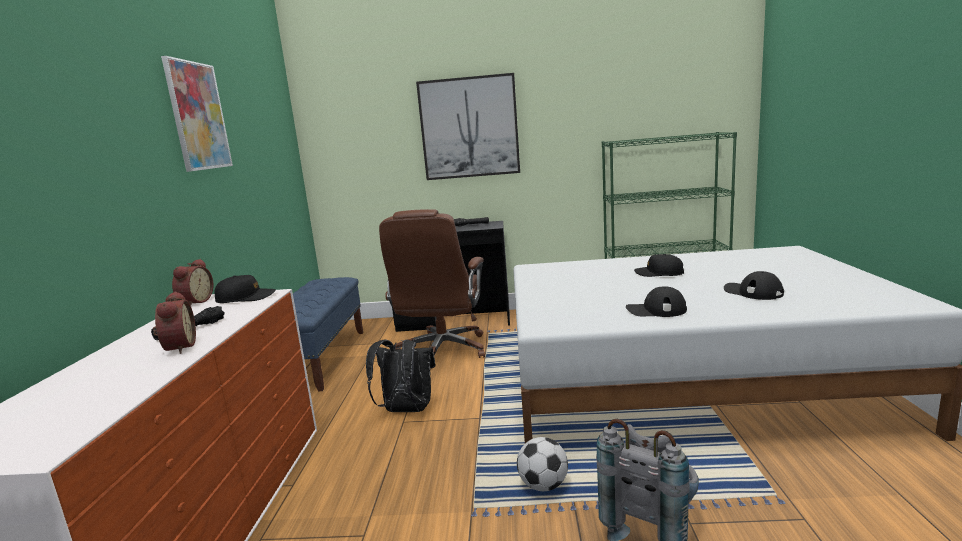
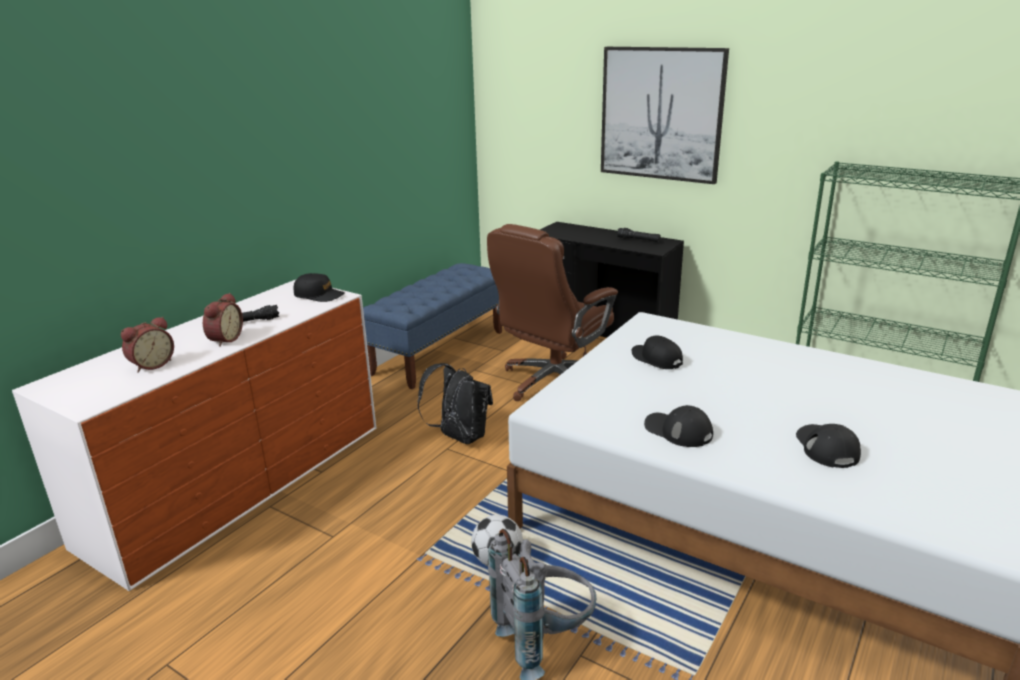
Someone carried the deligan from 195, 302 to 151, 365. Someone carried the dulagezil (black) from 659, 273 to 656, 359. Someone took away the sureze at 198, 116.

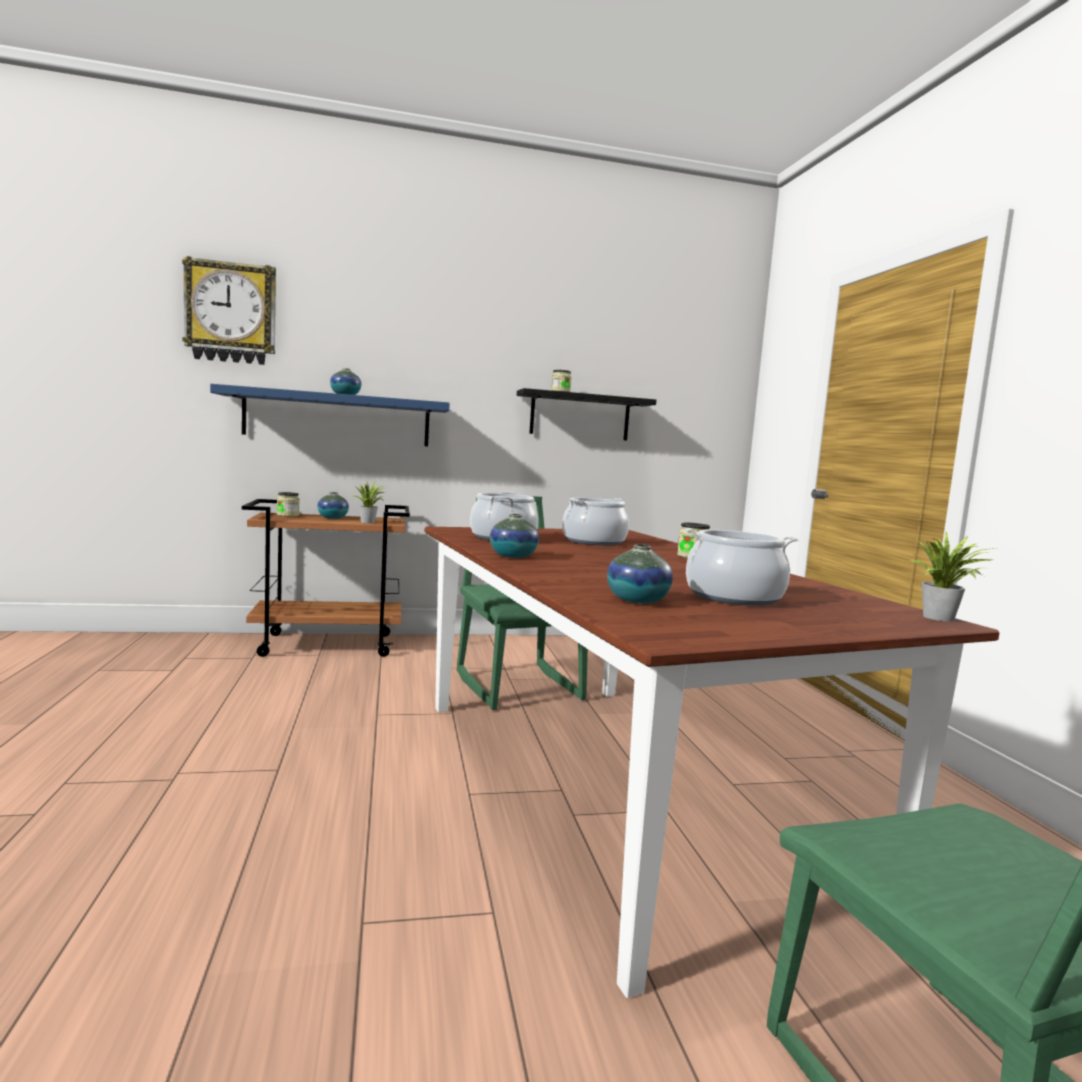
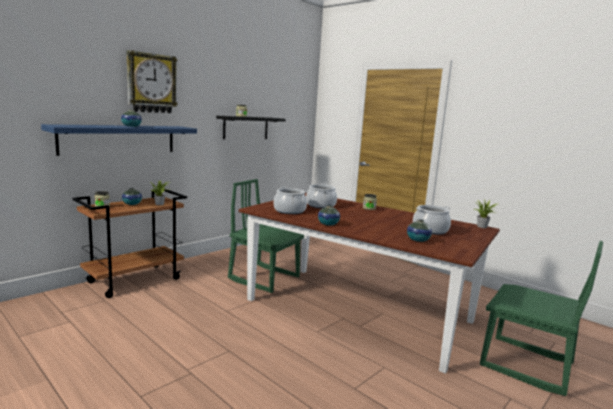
Someone carried the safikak from 231, 313 to 151, 83.

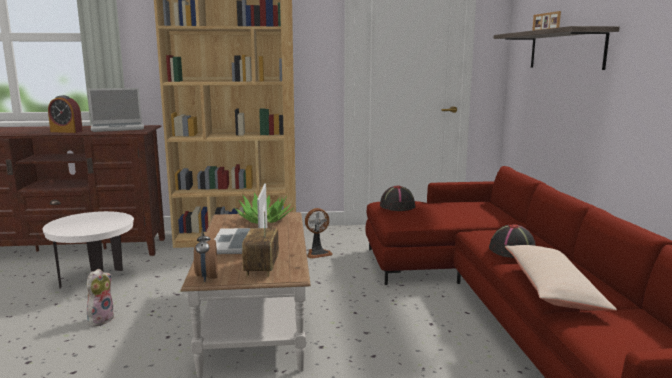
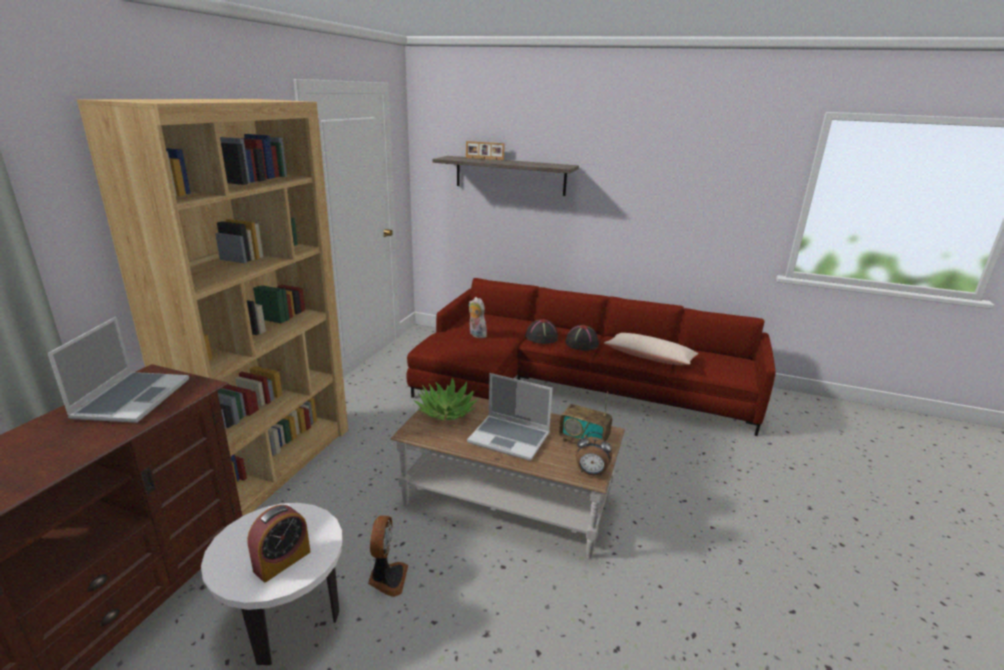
Someone carried the deligan from 66, 131 to 282, 561. Someone carried the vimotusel from 317, 253 to 387, 578. Someone carried the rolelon from 101, 319 to 476, 335. Someone carried the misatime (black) from 397, 206 to 541, 337.

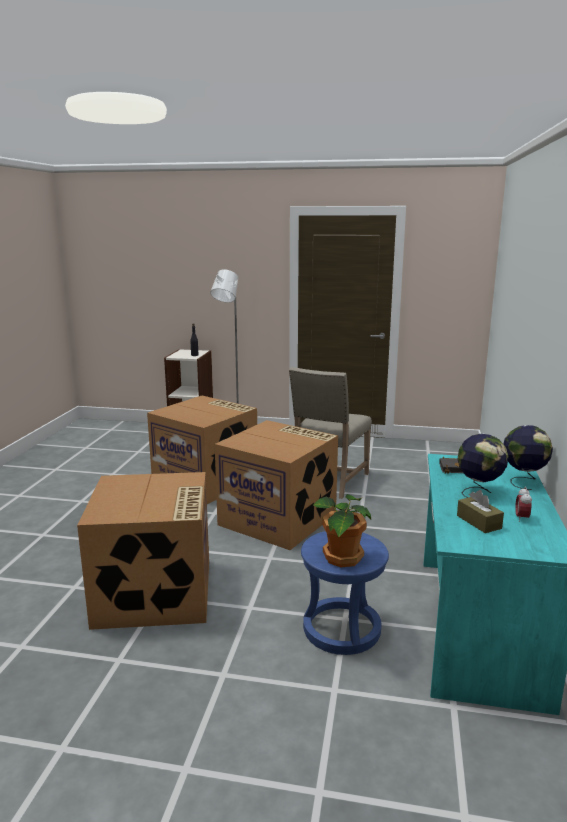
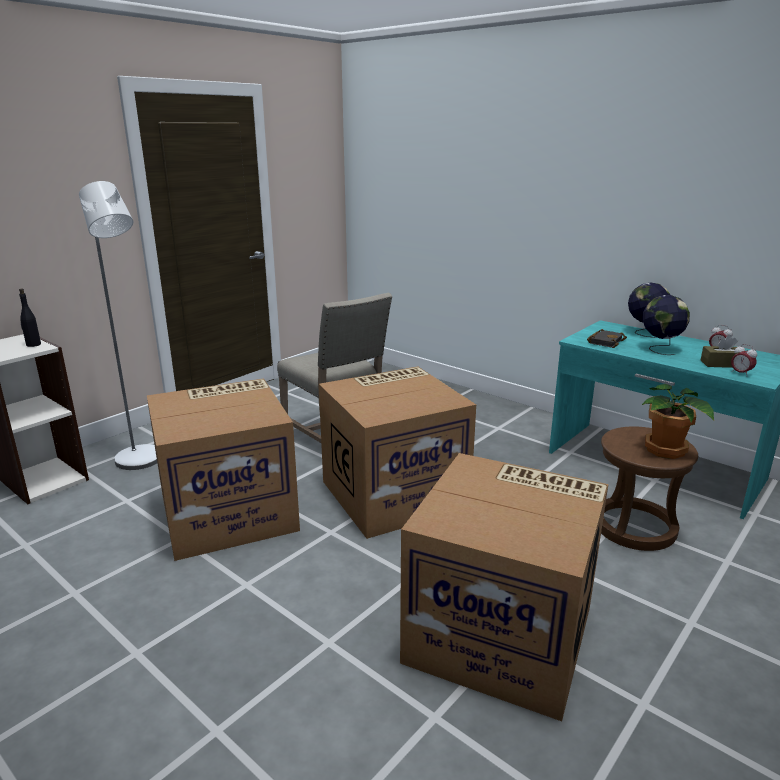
Someone repainted the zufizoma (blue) at 341, 629, which became the zufizoma (brown) at 634, 527. Someone put down the deligan at 740, 373.

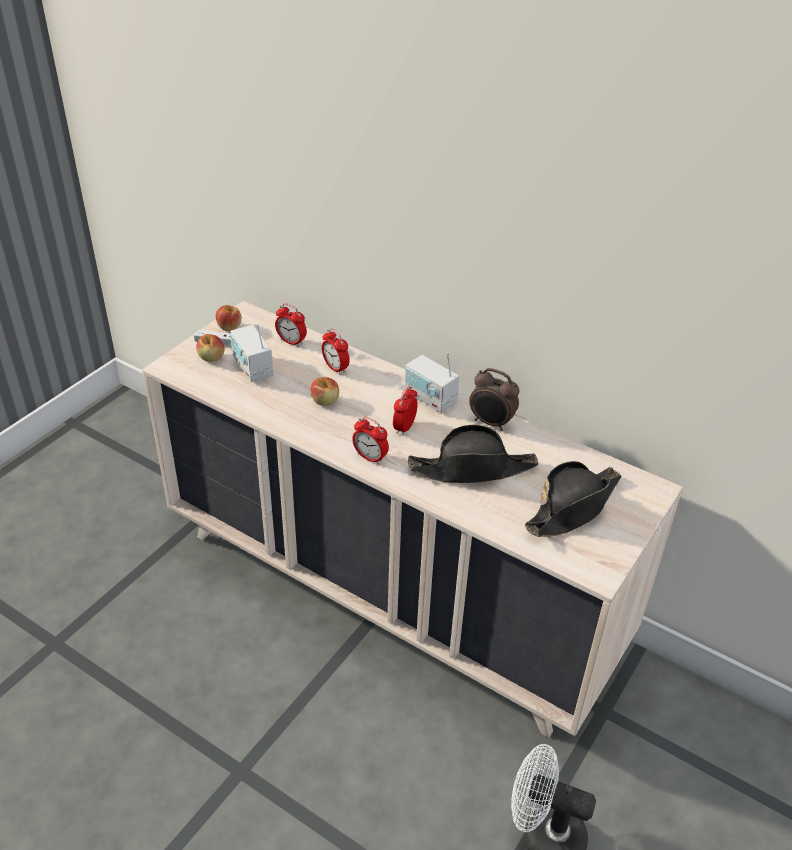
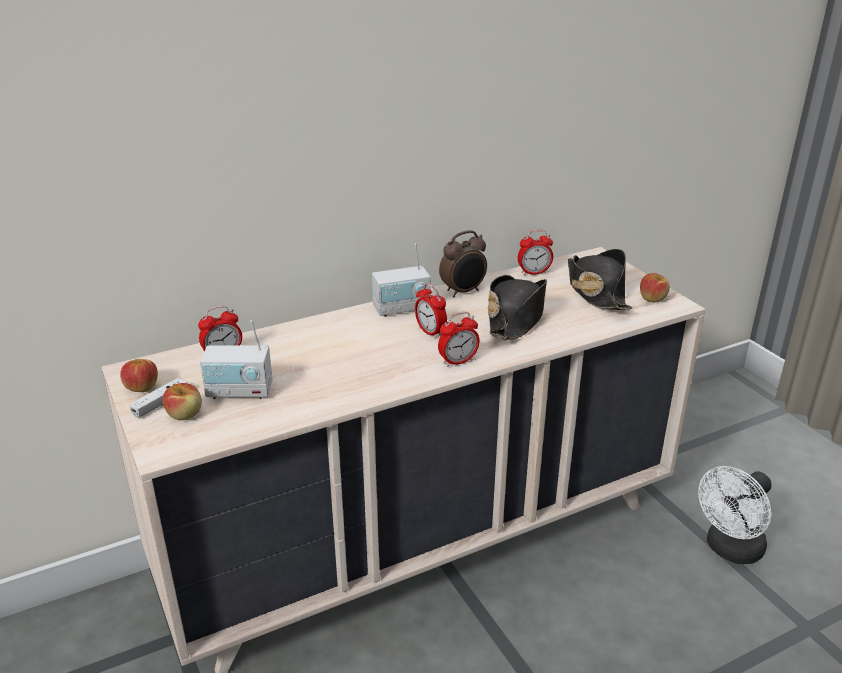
Someone carried the deligan from 335, 368 to 534, 273. Someone carried the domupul from 325, 401 to 652, 298.

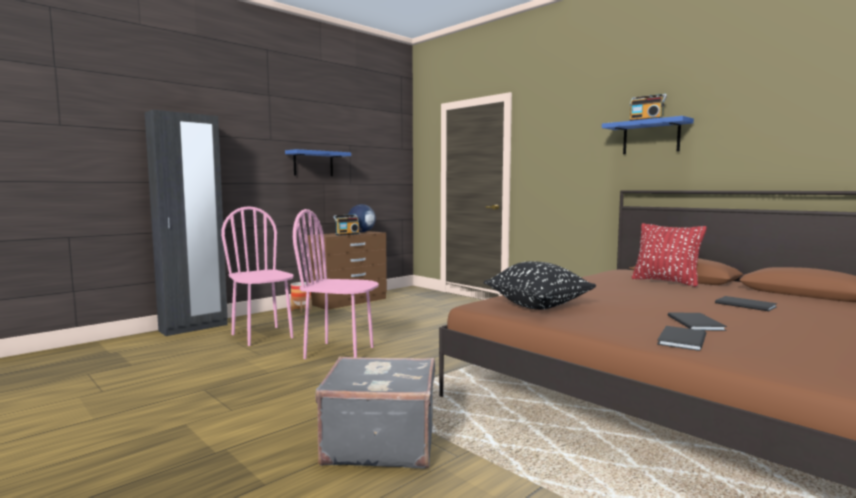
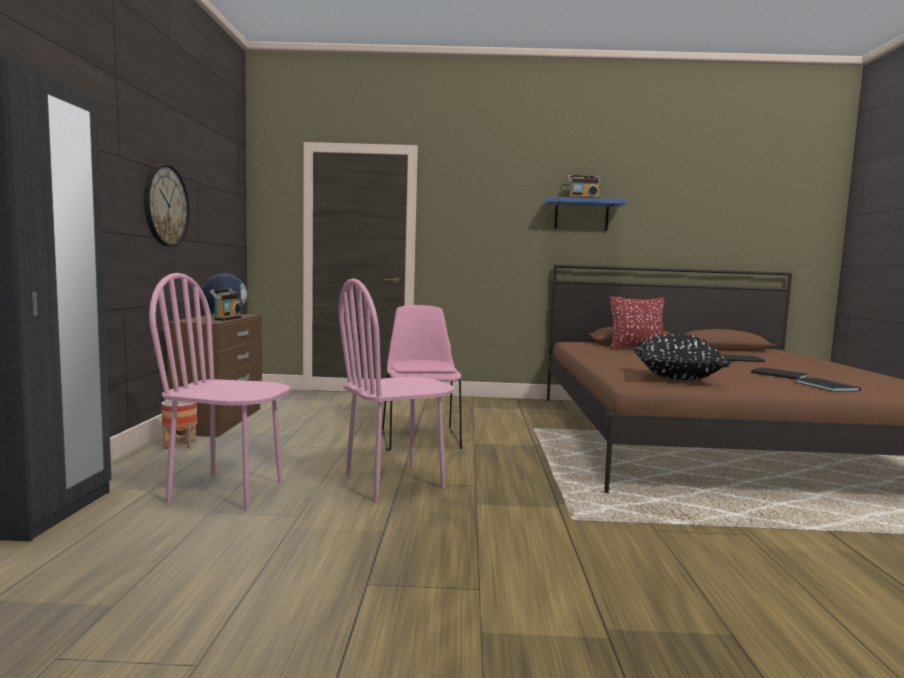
Someone swapped the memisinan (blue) at 313, 163 for the safikak at 165, 206. Someone put down the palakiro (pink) at 420, 439. Someone took away the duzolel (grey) at 380, 443.

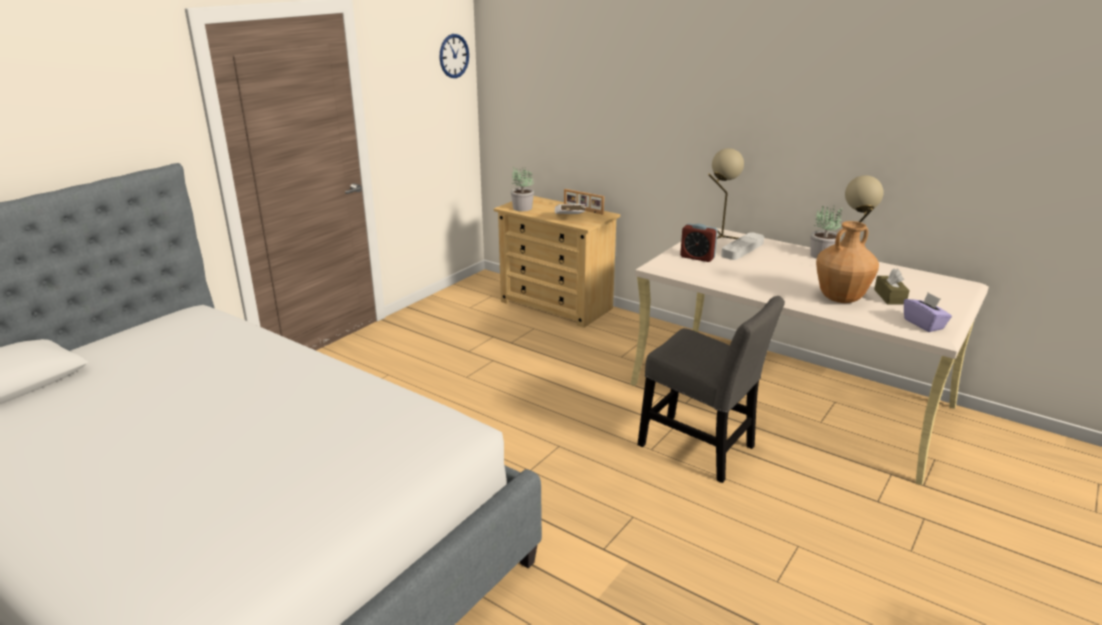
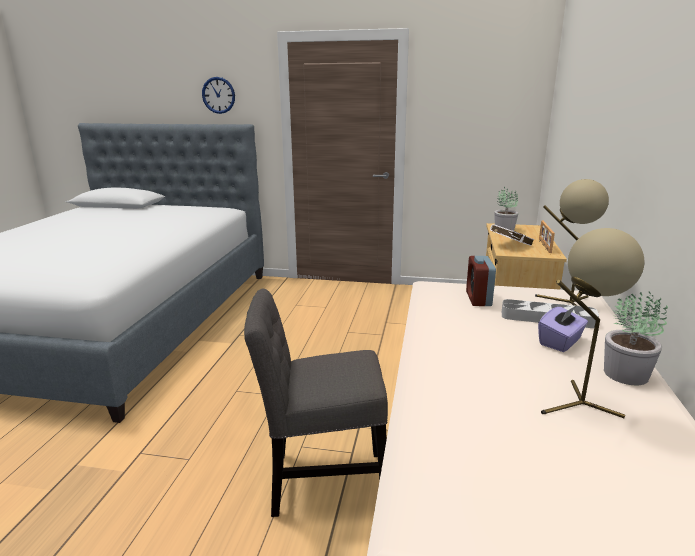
Someone carried the safikak from 454, 56 to 218, 95. Someone rotated the palakiro (grey) at 701, 449 by 75 degrees clockwise. Someone carried the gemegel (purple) from 924, 324 to 560, 342. Someone took away the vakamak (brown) at 841, 299. Someone took away the gemegel (brown) at 889, 297.

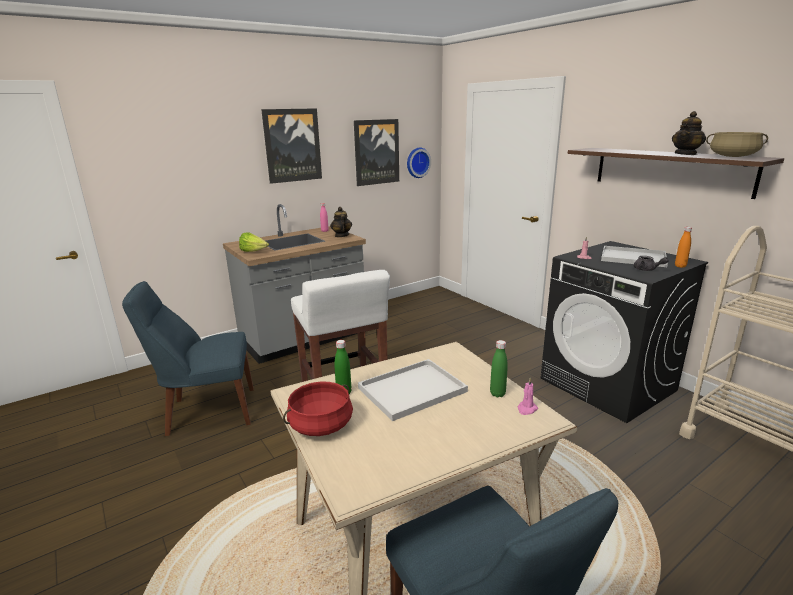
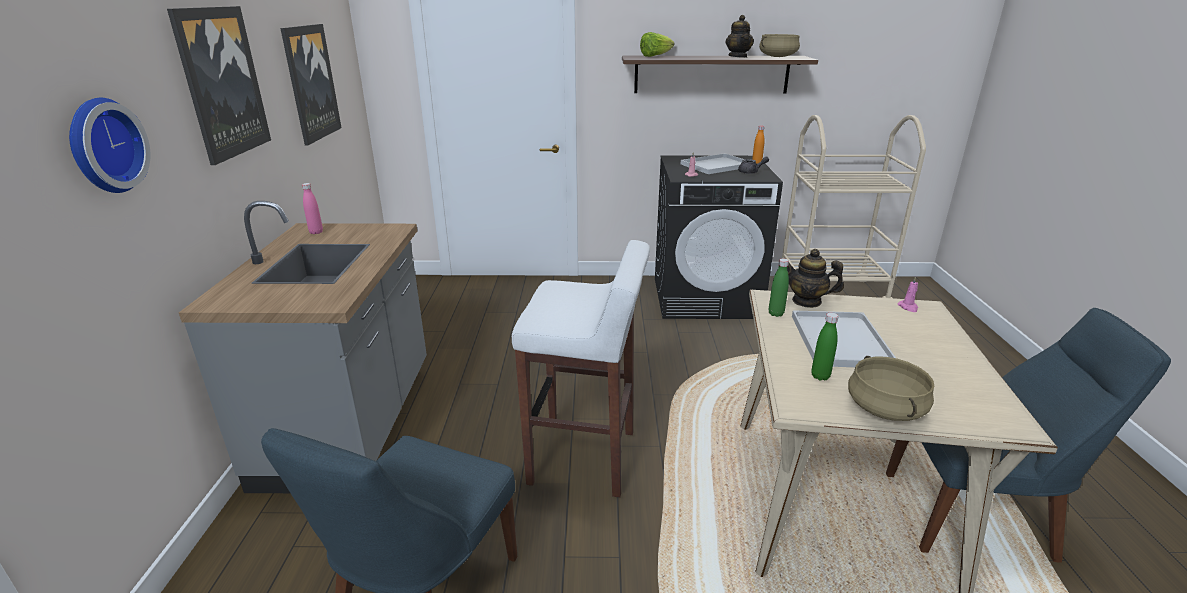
Someone carried the safikak from 417, 162 to 102, 146. Someone carried the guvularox from 253, 252 to 655, 56. Someone carried the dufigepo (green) from 497, 394 to 776, 313. Someone carried the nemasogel from 341, 235 to 807, 301. Someone repainted the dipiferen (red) at 321, 425, which became the dipiferen (beige) at 884, 408.

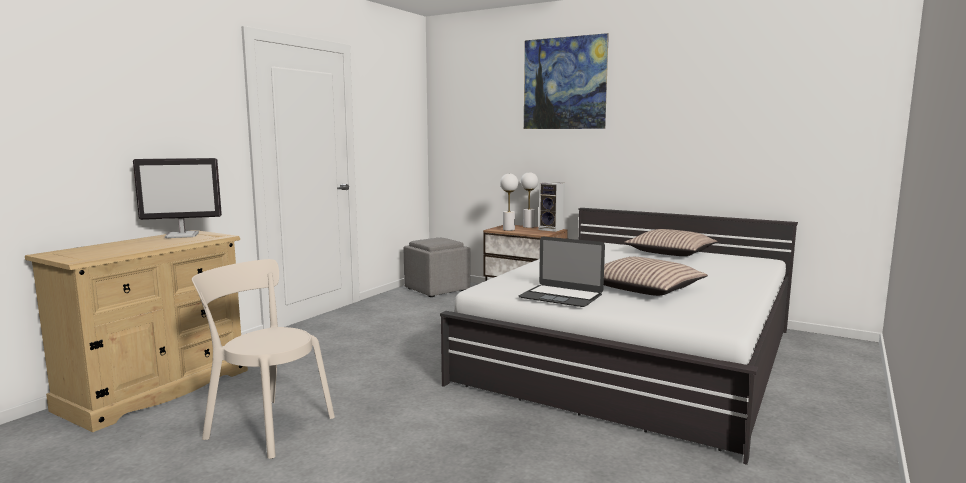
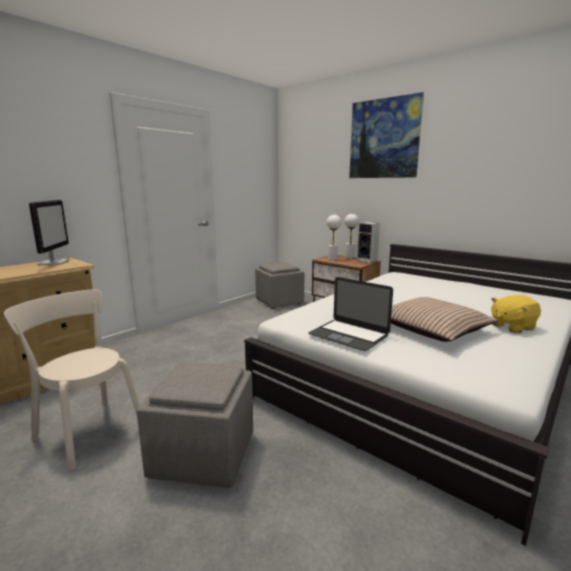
Someone rotated the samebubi at 183, 235 by 90 degrees counterclockwise. Someone put down the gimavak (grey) at 204, 455. Someone put down the rolelon (yellow) at 512, 326. Someone took away the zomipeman at 670, 253.

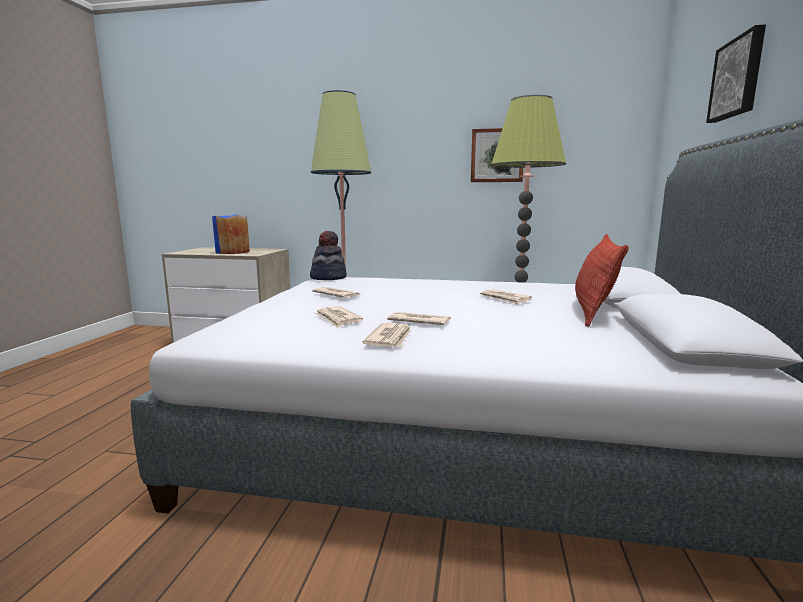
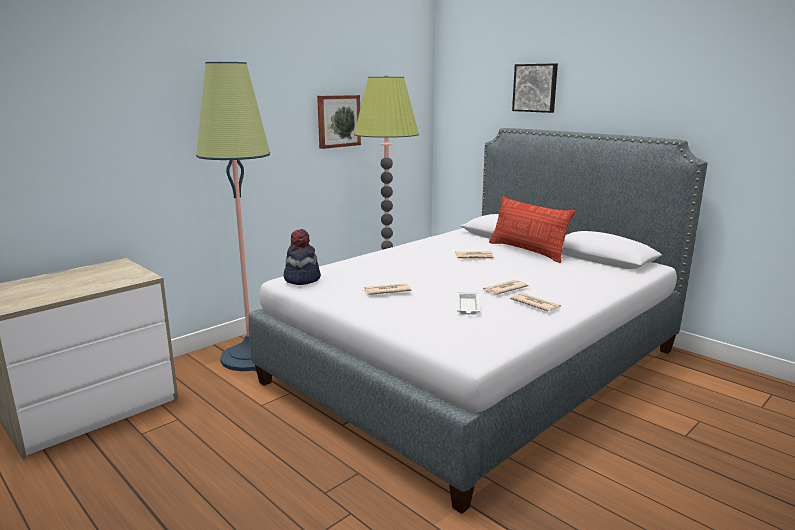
Someone swapped the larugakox at 337, 319 for the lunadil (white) at 467, 306. Someone took away the vakamak (blue) at 232, 252.

